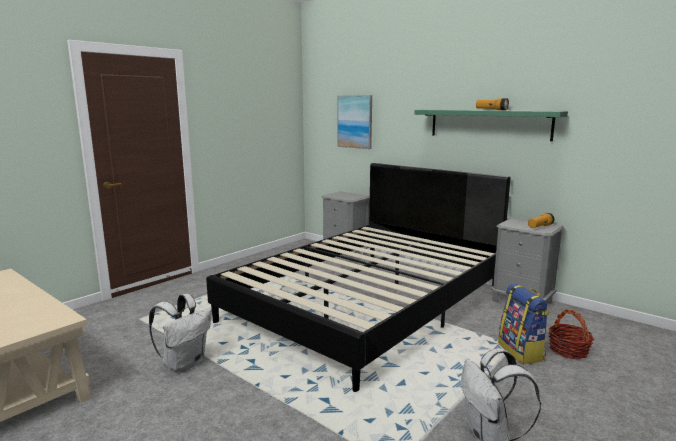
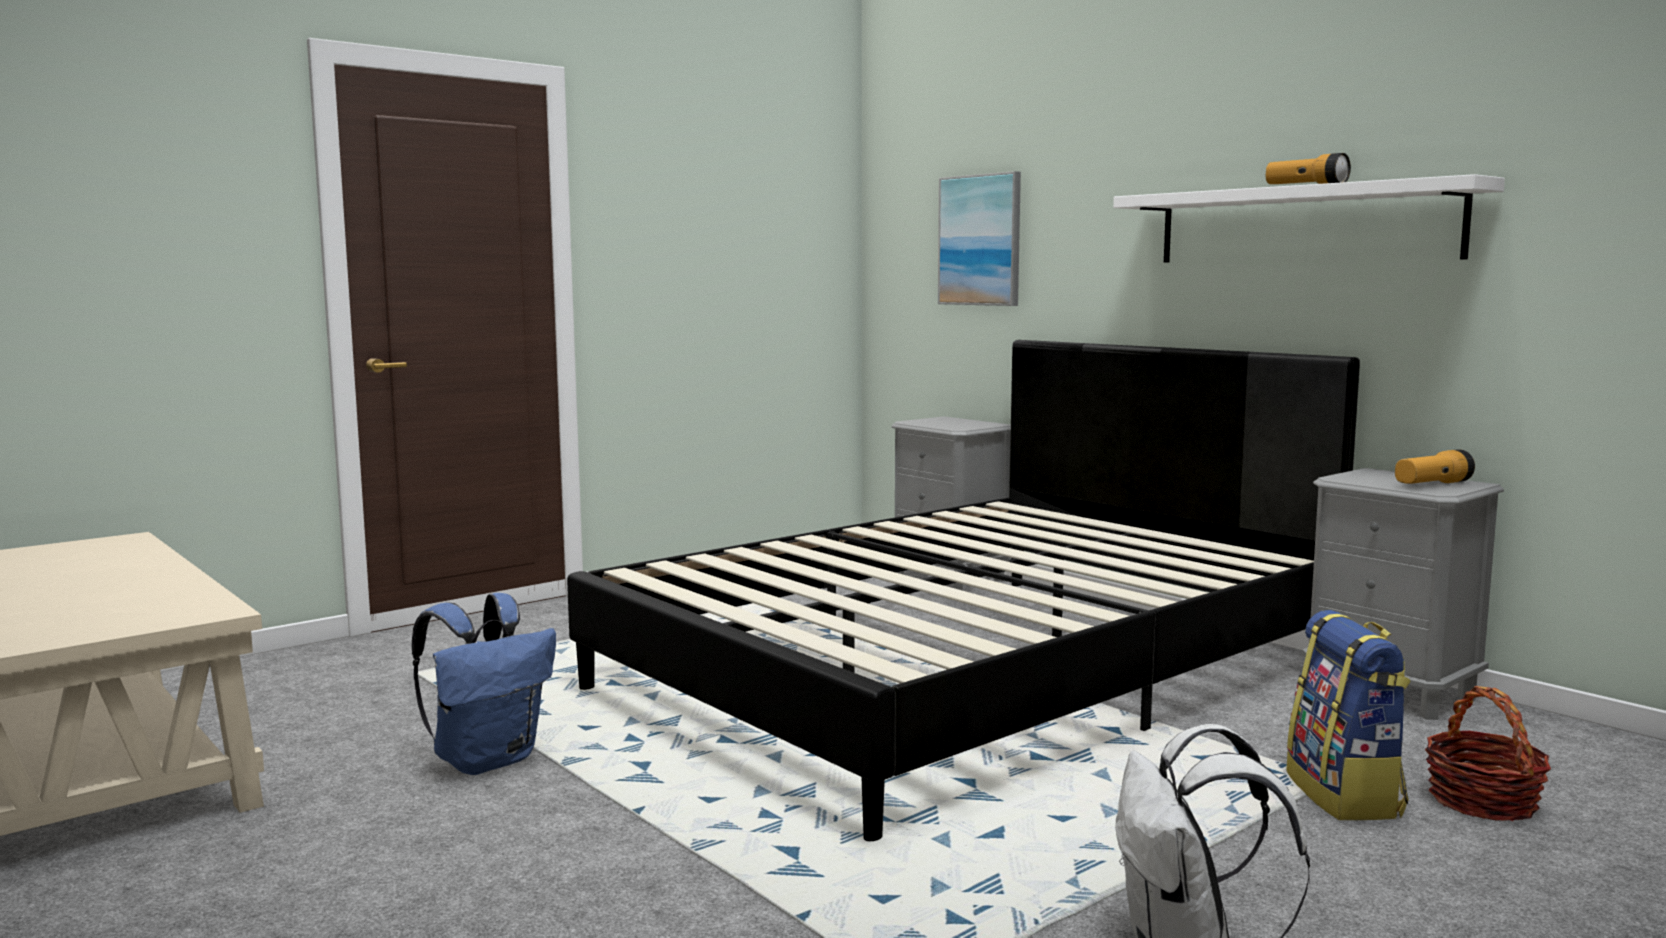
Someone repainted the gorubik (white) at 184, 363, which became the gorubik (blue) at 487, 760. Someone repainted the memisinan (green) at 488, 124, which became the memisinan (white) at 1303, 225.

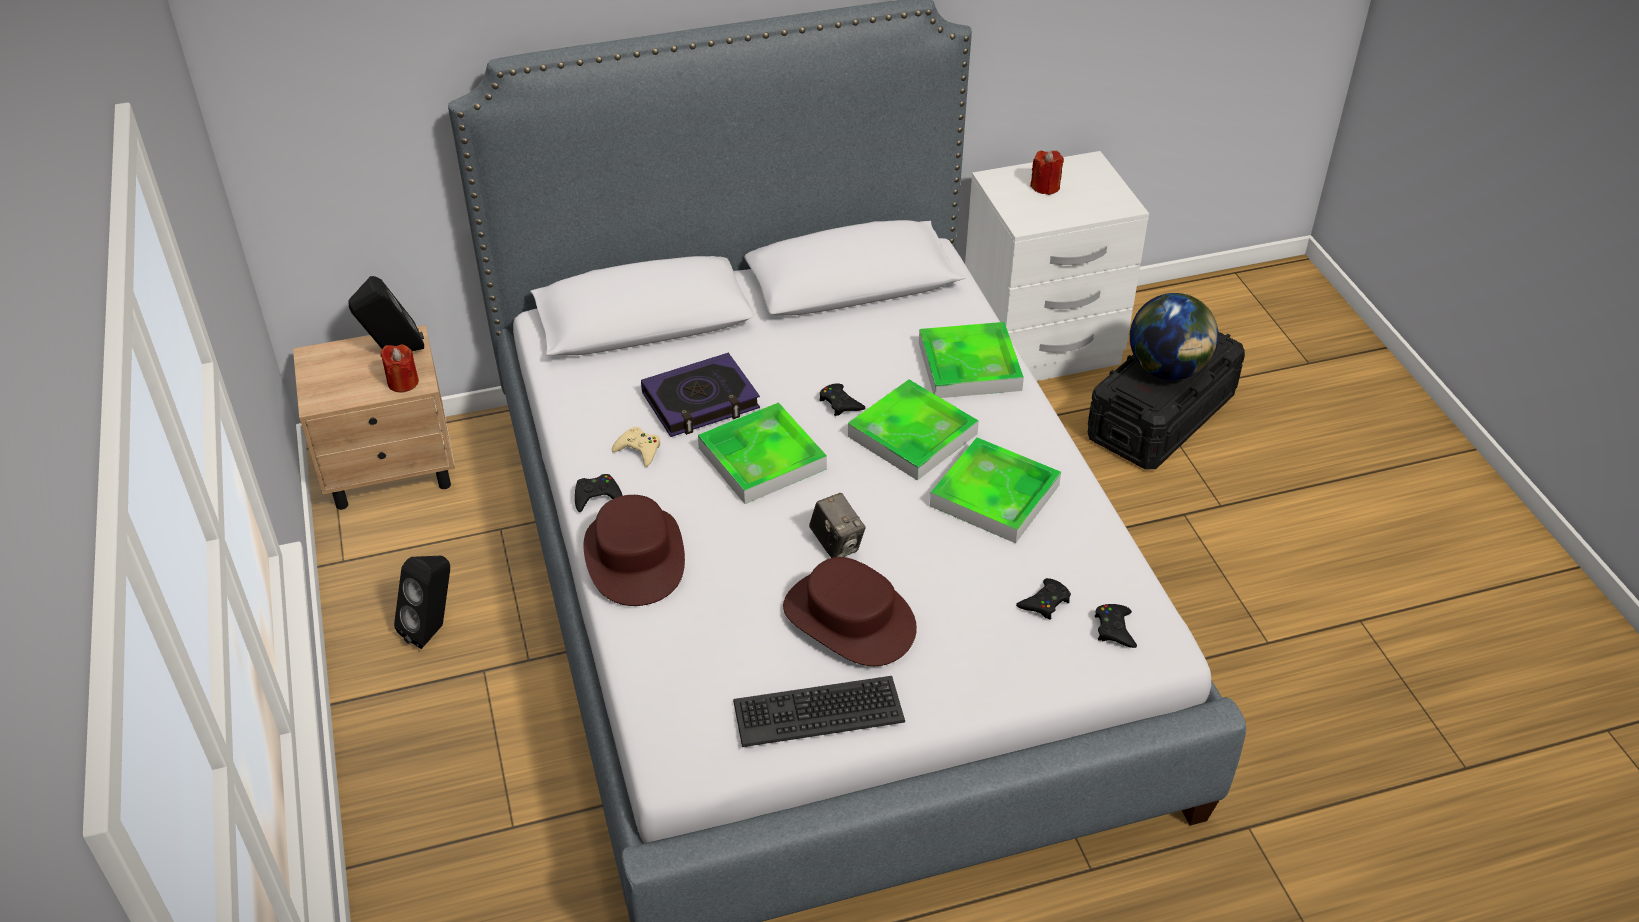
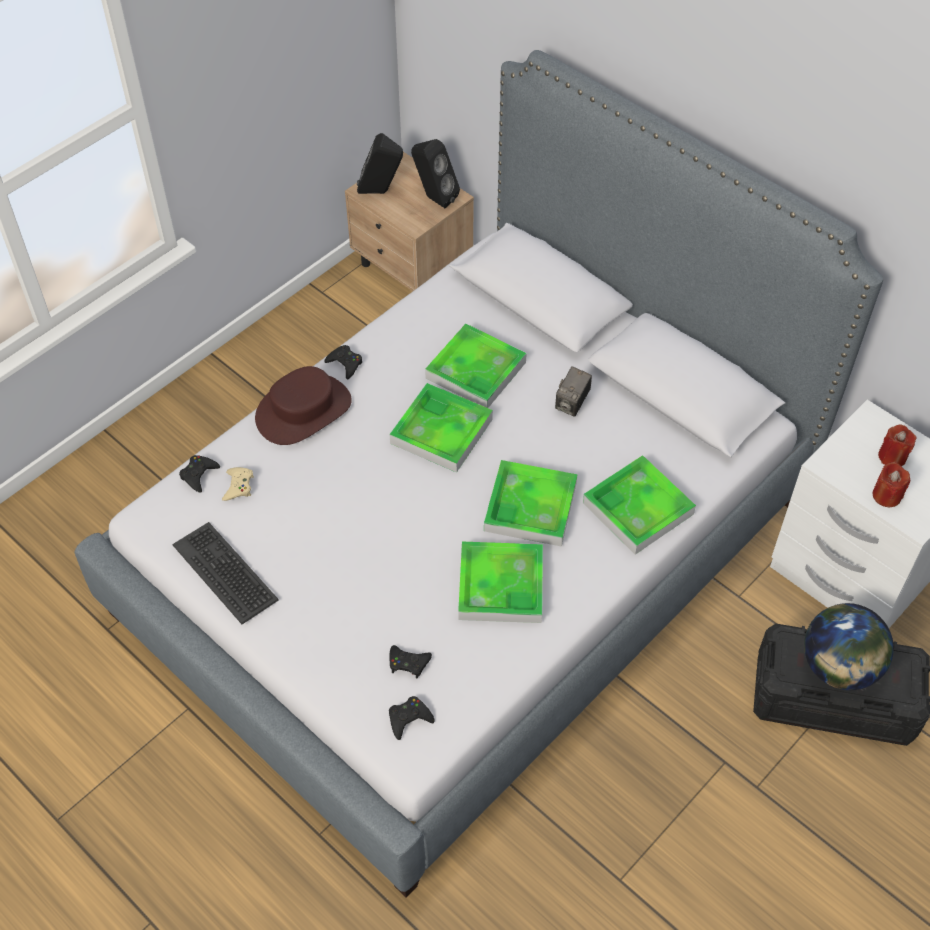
Someone carried the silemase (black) from 840, 403 to 199, 475. Someone carried the silemase (beige) from 639, 450 to 238, 486. Someone carried the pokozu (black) from 433, 629 to 381, 192. Someone swapped the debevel at 701, 402 for the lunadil at 476, 370. Someone carried the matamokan from 836, 544 to 572, 404. Someone carried the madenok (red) from 403, 382 to 886, 495. Someone took away the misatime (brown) at 850, 619.

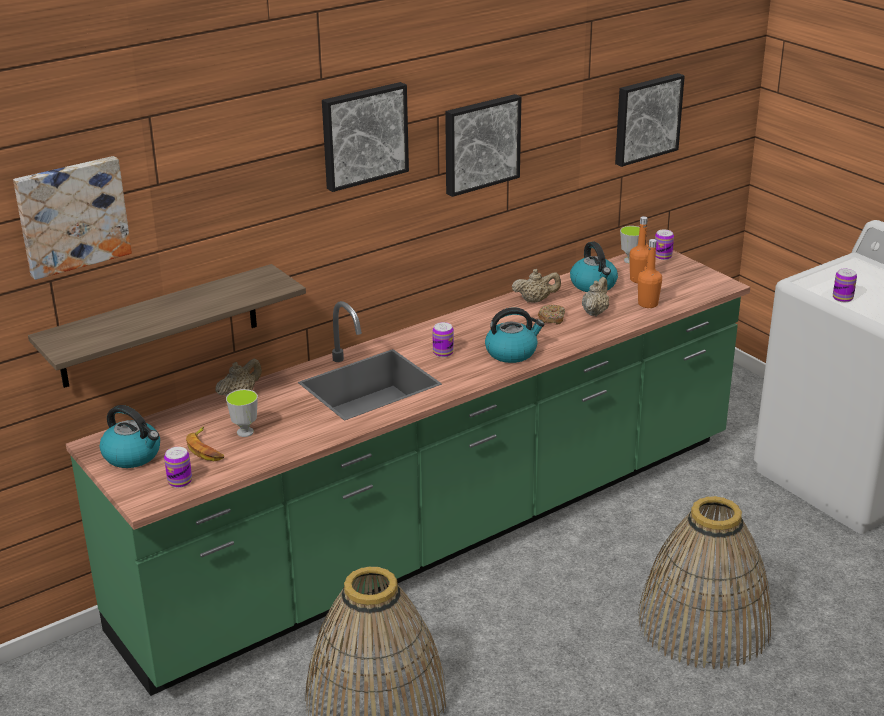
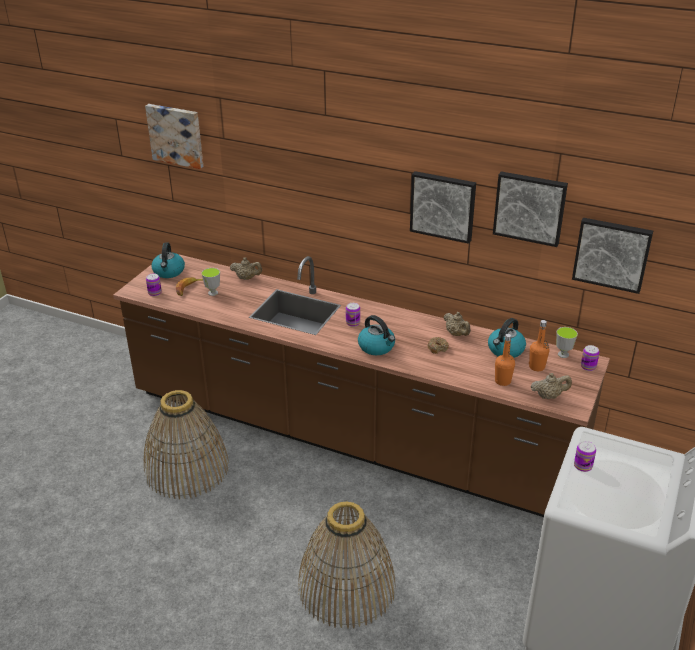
Someone repainted the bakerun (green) at 444, 533, which became the bakerun (brown) at 348, 437. Someone carried the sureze from 363, 135 to 530, 207. Someone carried the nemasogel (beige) from 595, 312 to 549, 396. Someone took away the memisinan at 159, 326.

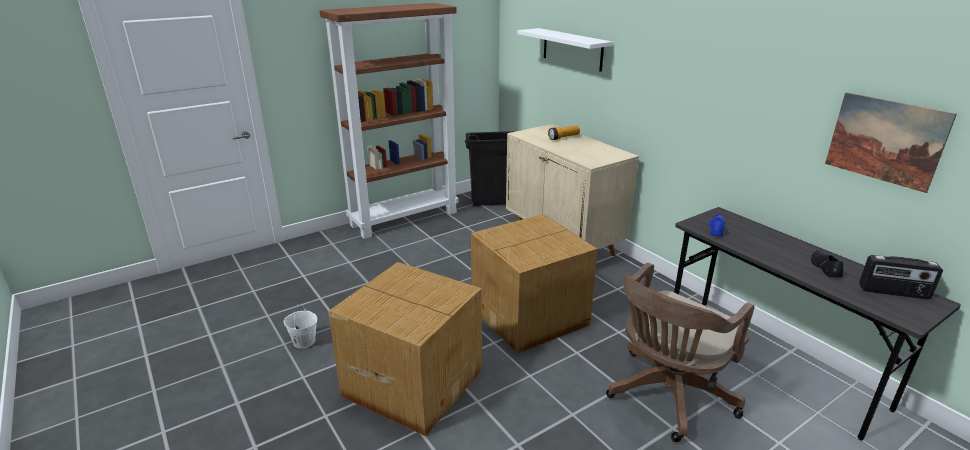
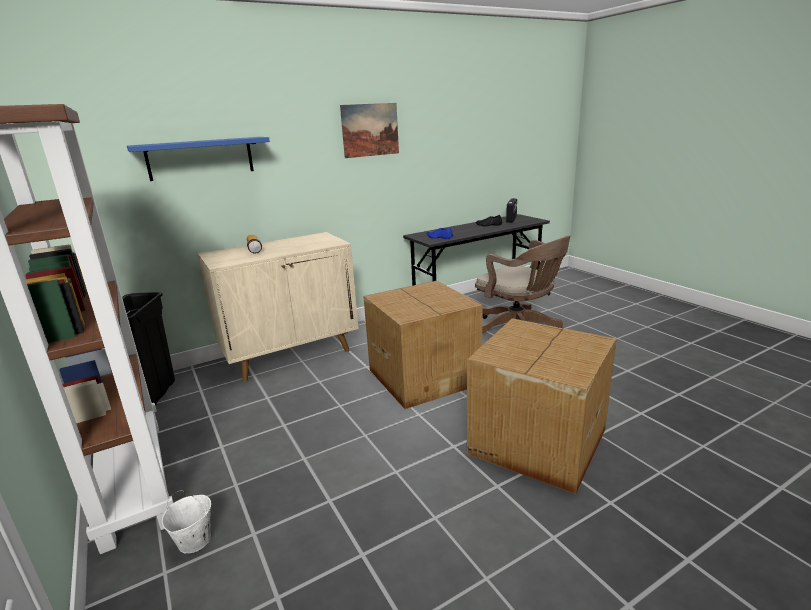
Someone repainted the memisinan (white) at 572, 49, which became the memisinan (blue) at 200, 158. Someone carried the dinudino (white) from 304, 341 to 194, 541. Someone carried the sureze from 885, 140 to 370, 130.

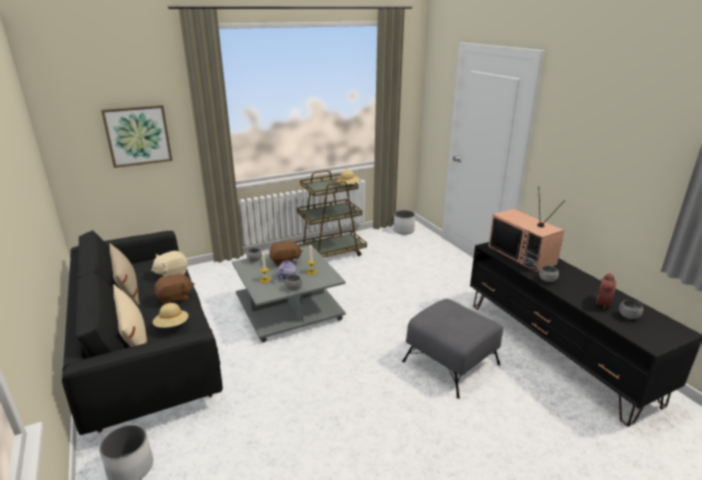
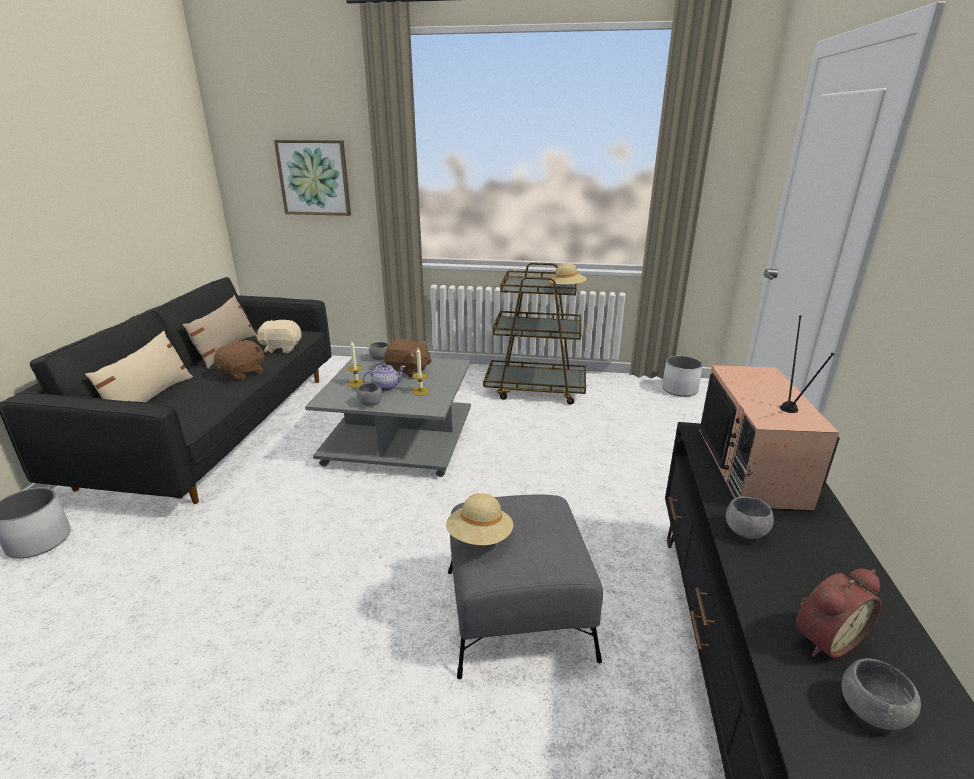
Someone rotated the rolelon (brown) at 175, 299 by 60 degrees counterclockwise. Someone carried the misatime (beige) from 172, 325 to 480, 537.

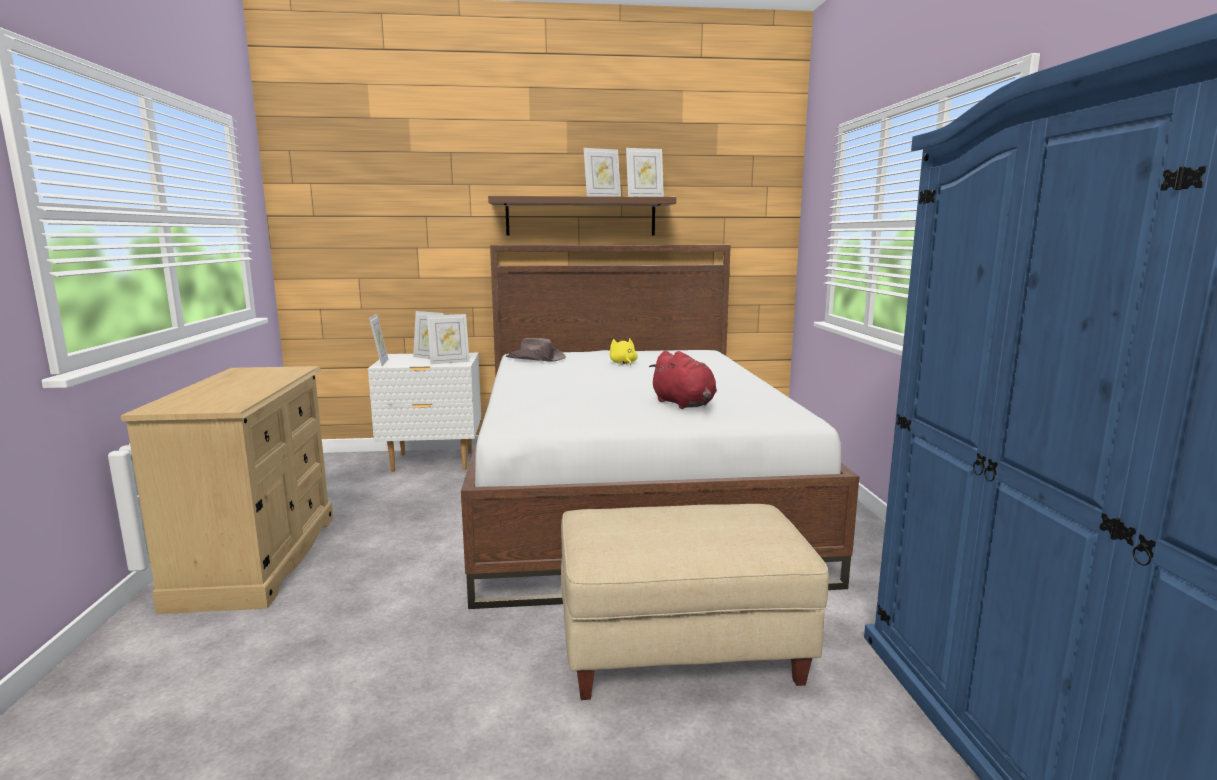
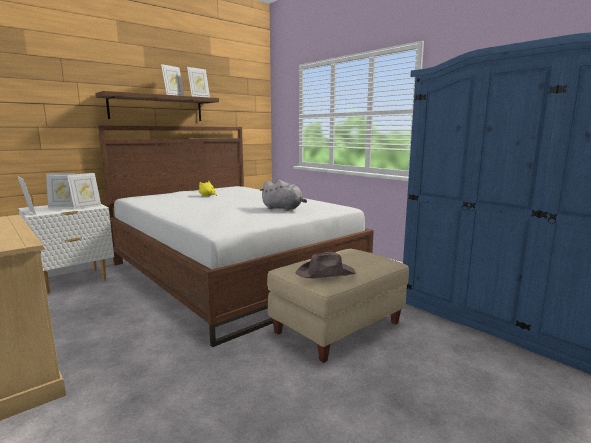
Someone repainted the rolelon (red) at 684, 404, which became the rolelon (grey) at 283, 208. Someone carried the misatime (brown) from 536, 359 to 326, 273.

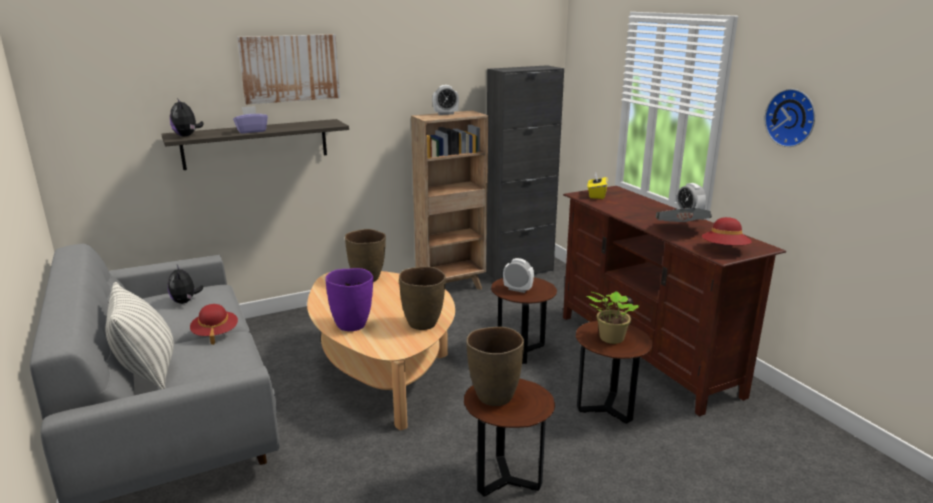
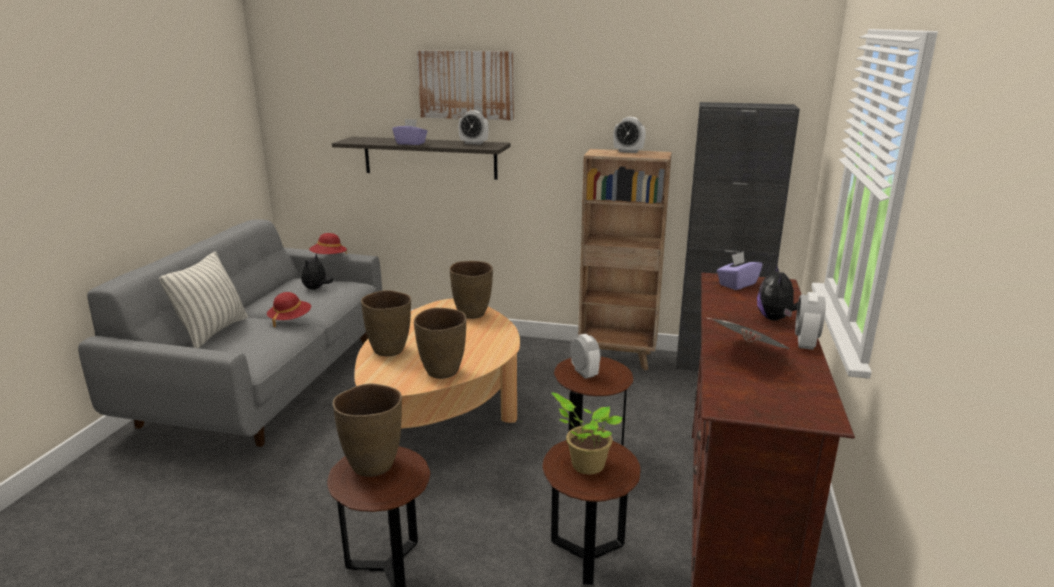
Someone carried the misatime (red) from 724, 249 to 329, 258. Someone repainted the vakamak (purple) at 352, 325, which became the vakamak (brown) at 390, 350. Someone put down the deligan at 474, 143. Someone repainted the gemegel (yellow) at 596, 195, which became the gemegel (purple) at 737, 284. Someone carried the rolelon from 187, 136 to 775, 319. Someone took away the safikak at 792, 117.

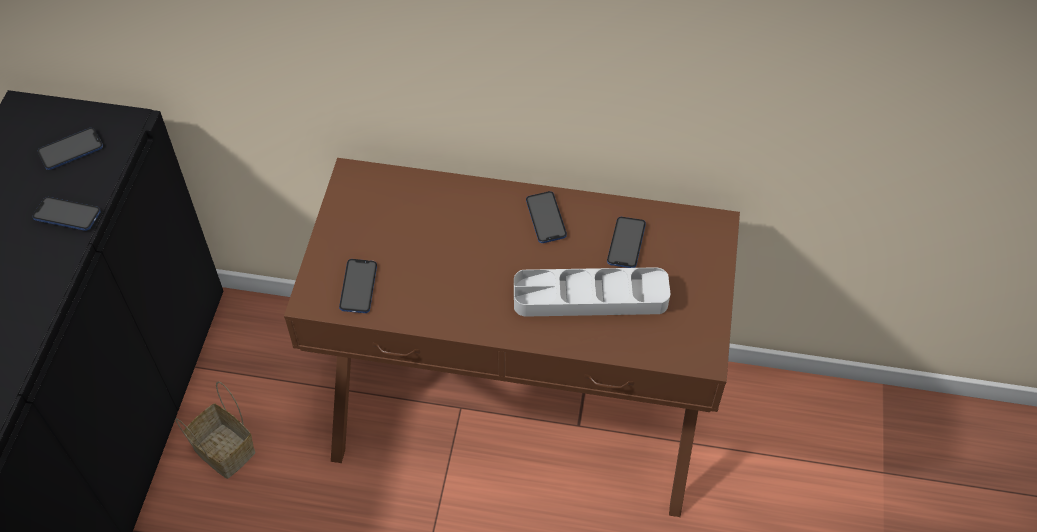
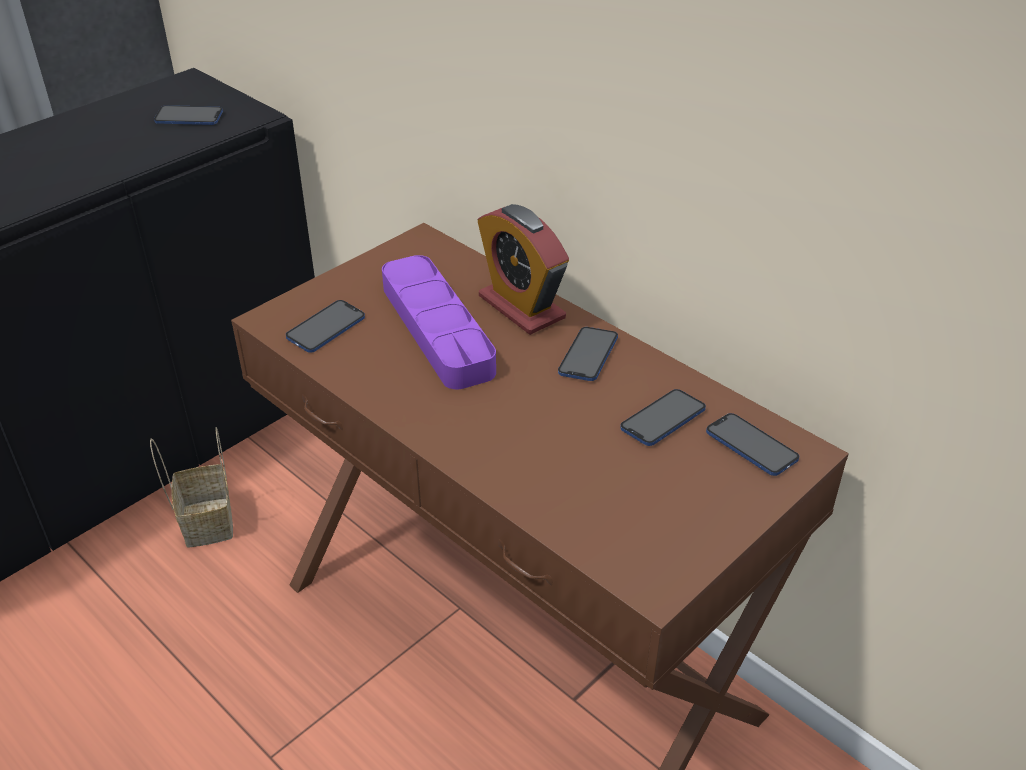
Someone put down the lunadil (purple) at 437, 328. Someone put down the deligan at 521, 307. Someone carried the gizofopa from 67, 215 to 751, 446. Someone took away the lunadil (grey) at 590, 297.

